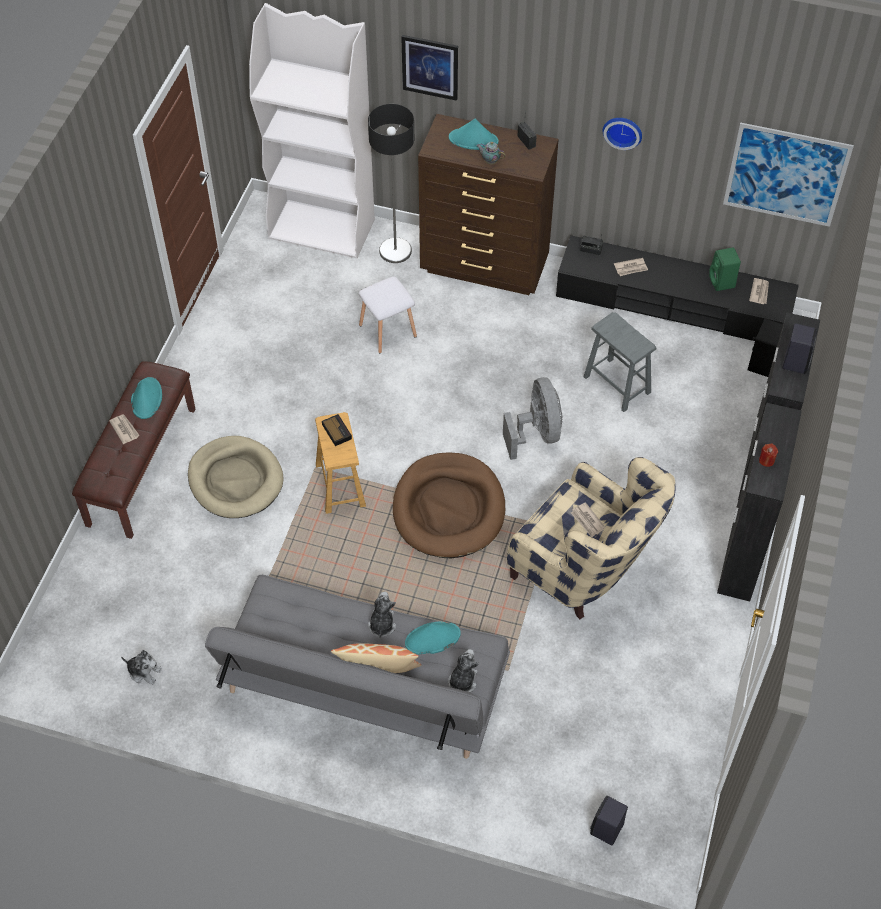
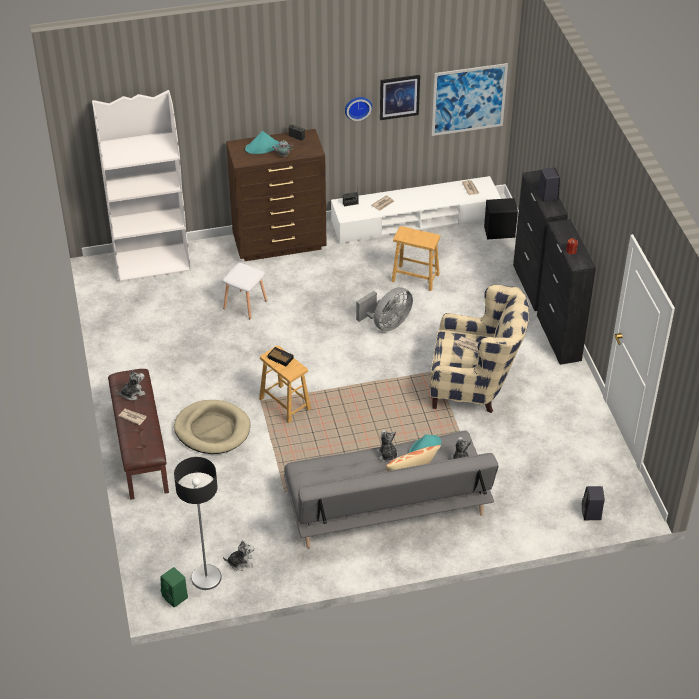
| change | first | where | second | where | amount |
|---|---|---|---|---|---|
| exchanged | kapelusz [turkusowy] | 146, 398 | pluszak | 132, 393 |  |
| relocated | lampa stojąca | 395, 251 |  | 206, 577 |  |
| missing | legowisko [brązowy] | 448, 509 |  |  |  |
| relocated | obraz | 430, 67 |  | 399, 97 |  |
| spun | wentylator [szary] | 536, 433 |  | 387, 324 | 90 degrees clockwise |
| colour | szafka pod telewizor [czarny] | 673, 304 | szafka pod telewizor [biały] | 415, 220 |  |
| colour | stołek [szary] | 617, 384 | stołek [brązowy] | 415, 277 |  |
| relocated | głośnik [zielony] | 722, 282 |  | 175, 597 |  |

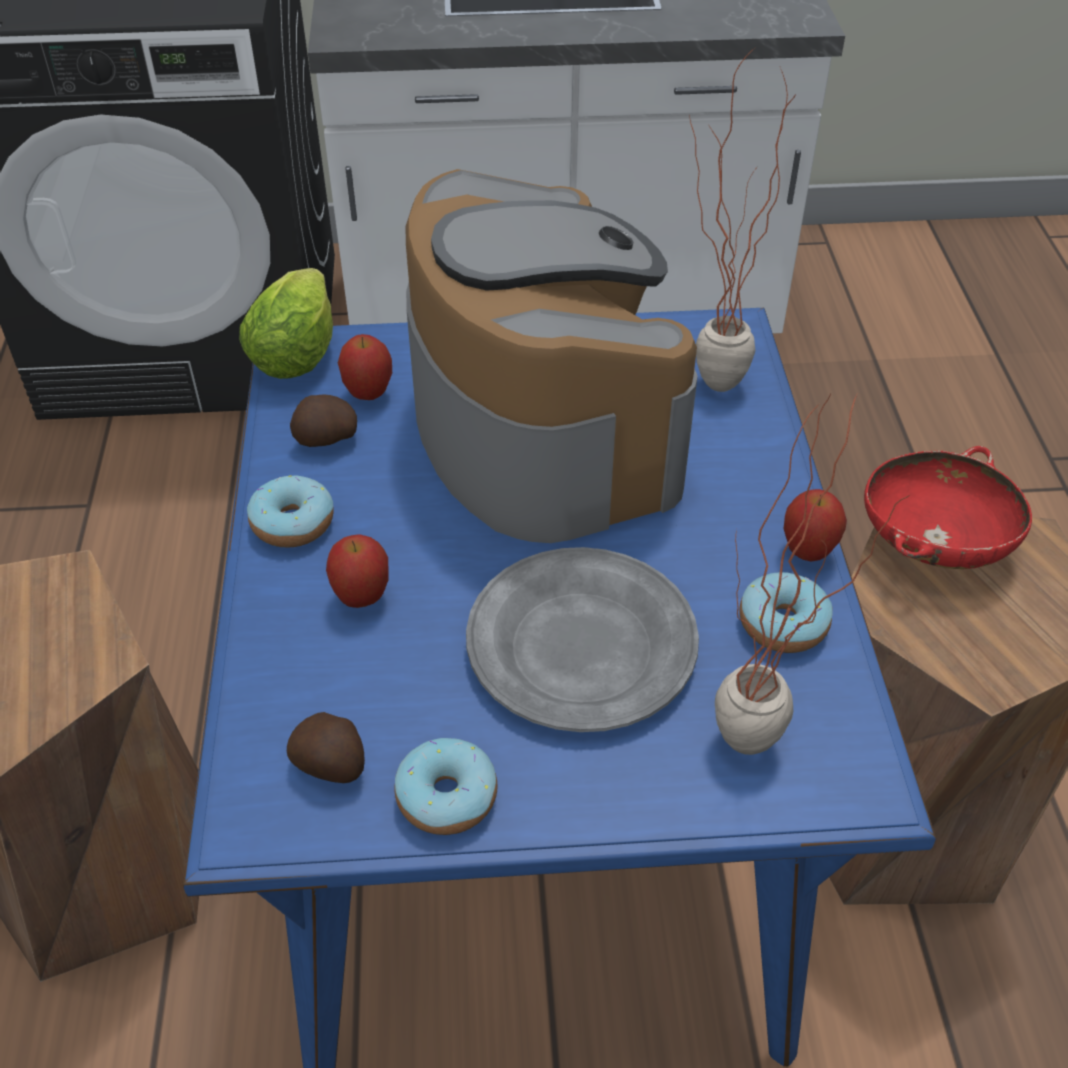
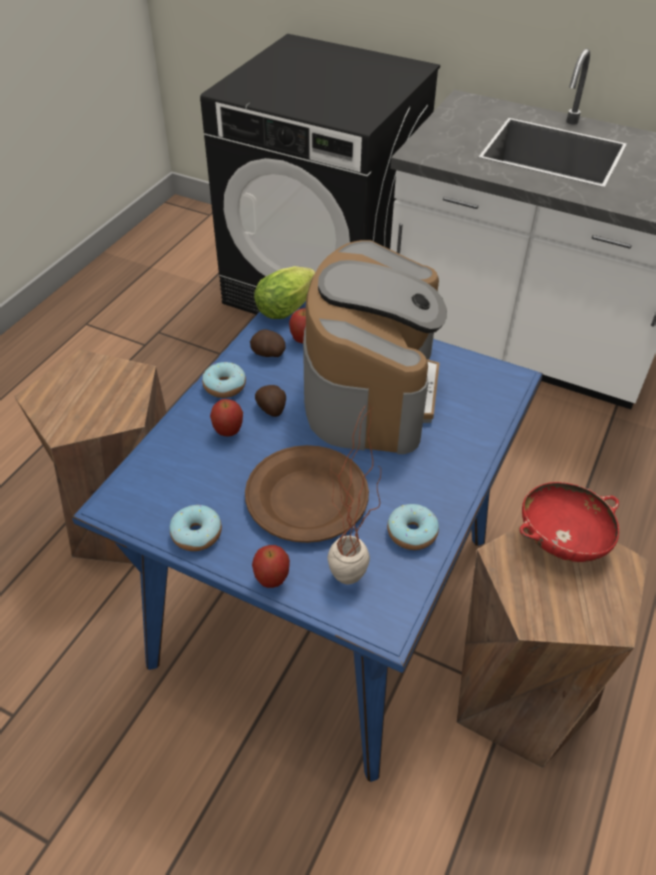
| change | first | where | second | where | amount |
|---|---|---|---|---|---|
| relocated | ziemniak | 332, 765 |  | 272, 409 |  |
| colour | talerz [szary] | 583, 646 | talerz [brązowy] | 307, 498 |  |
| missing | roślina doniczkowa | 703, 388 |  |  |  |
| relocated | jabłko | 808, 551 |  | 272, 580 |  |

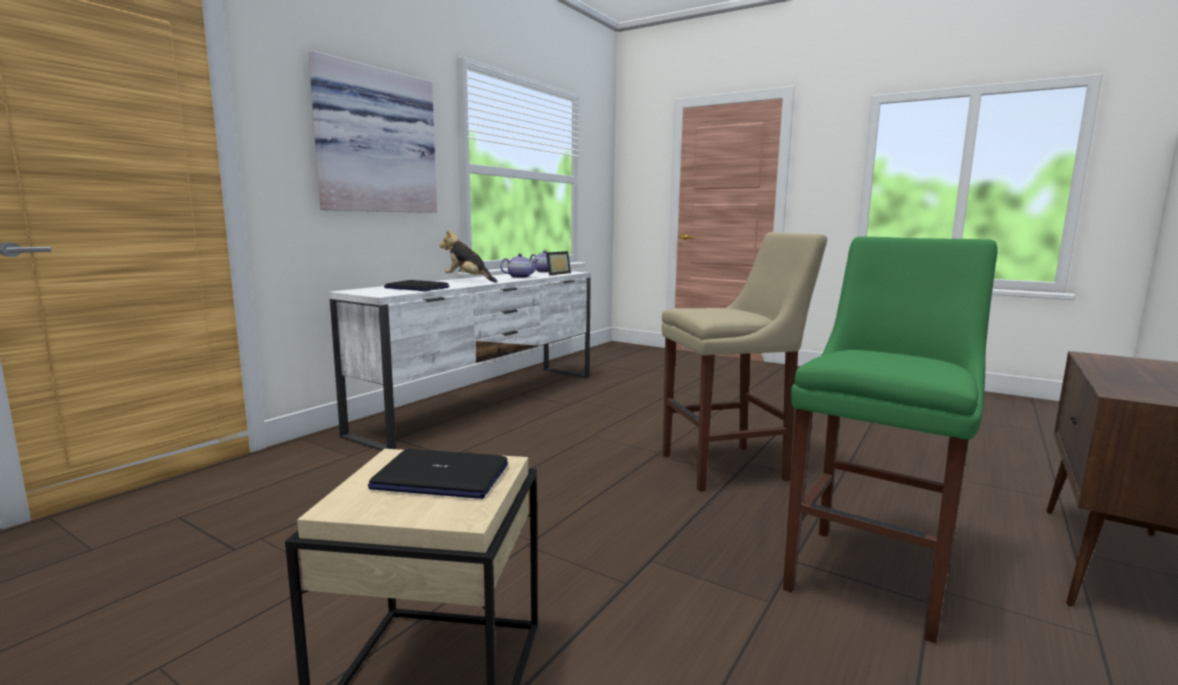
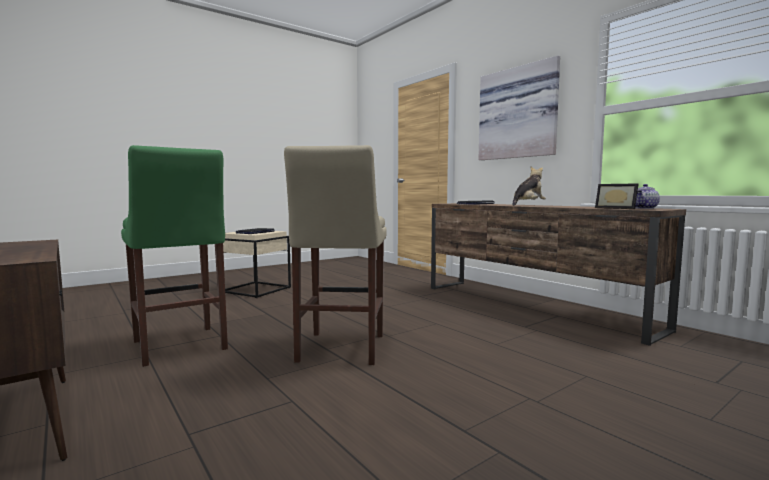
| change | first | where | second | where | amount |
|---|---|---|---|---|---|
| colour | szafka pod telewizor [biały] | 487, 402 | szafka pod telewizor [brązowy] | 531, 306 |  |
| missing | imbryk | 520, 277 |  |  |  |

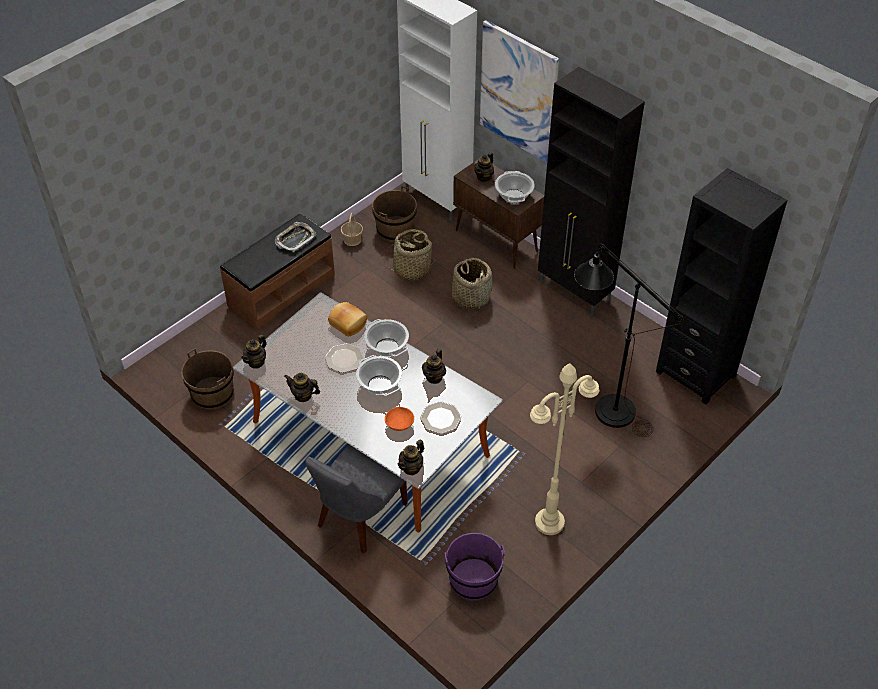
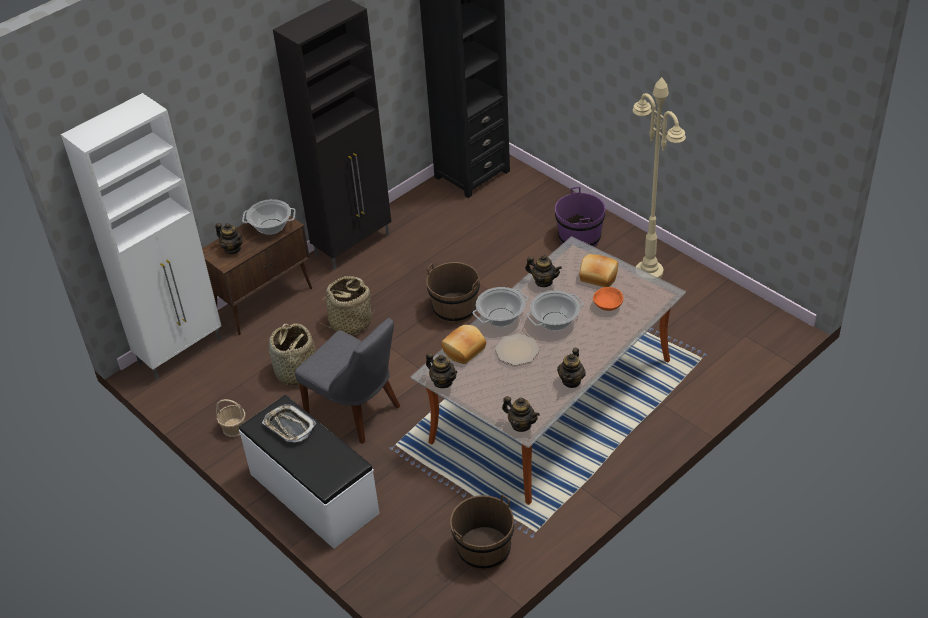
| change | first | where | second | where | amount |
|---|---|---|---|---|---|
| colour | ławka [brązowy] | 281, 290 | ławka [biały] | 313, 494 |  |
| relocated | krzesło [szary] | 359, 517 |  | 356, 411 |  |
| relocated | wiadro [brązowy] | 395, 230 |  | 455, 309 |  |
| relocated | imbryk | 411, 467 |  | 443, 382 |  |
| exchanged | talerz | 440, 418 | chleb | 598, 277 |  |
| relocated | wiadro [fioletowy] | 473, 580 |  | 579, 237 |  |
| missing | obraz | 518, 92 |  |  |  |
| missing | lampa stojąca [czarny] | 605, 405 |  |  |  |

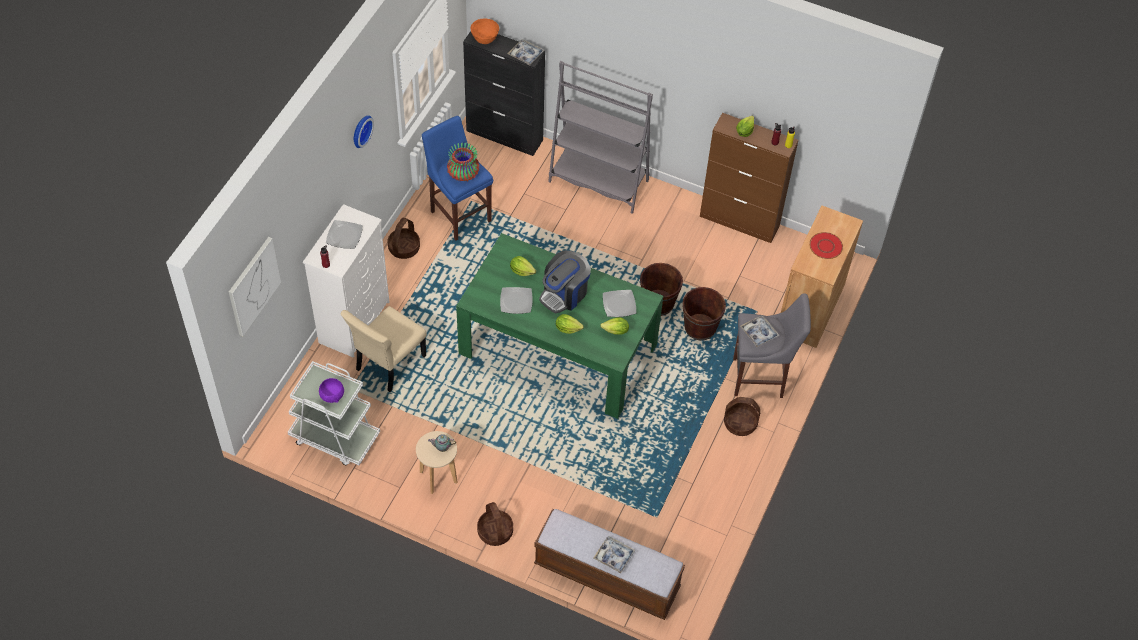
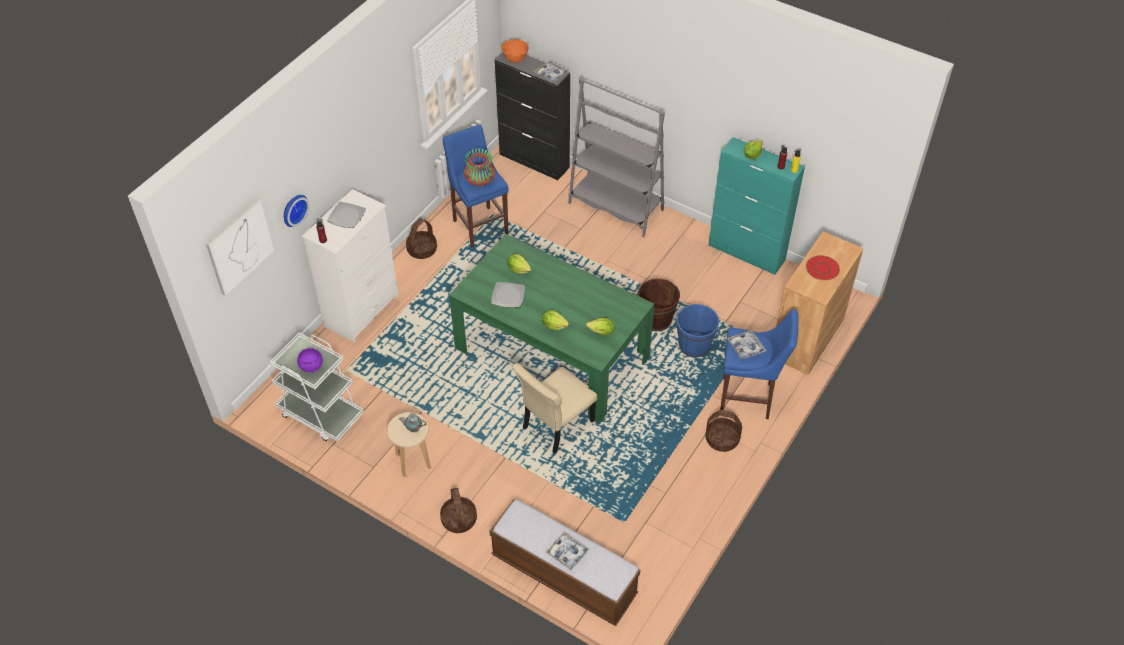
| change | first | where | second | where | amount |
|---|---|---|---|---|---|
| relocated | krzesło [beżowy] | 388, 364 |  | 555, 426 |  |
| relocated | zegar ścienny | 360, 130 |  | 293, 209 |  |
| missing | ekspres do kawy | 564, 294 |  |  |  |
| missing | talerz | 619, 304 |  |  |  |
| colour | wiadro [brązowy] | 700, 328 | wiadro [niebieski] | 694, 346 |  |
| colour | szafka [brązowy] | 739, 221 | szafka [turkusowy] | 747, 253 |  |
| colour | stołek [szary] | 761, 378 | stołek [niebieski] | 749, 398 |  |

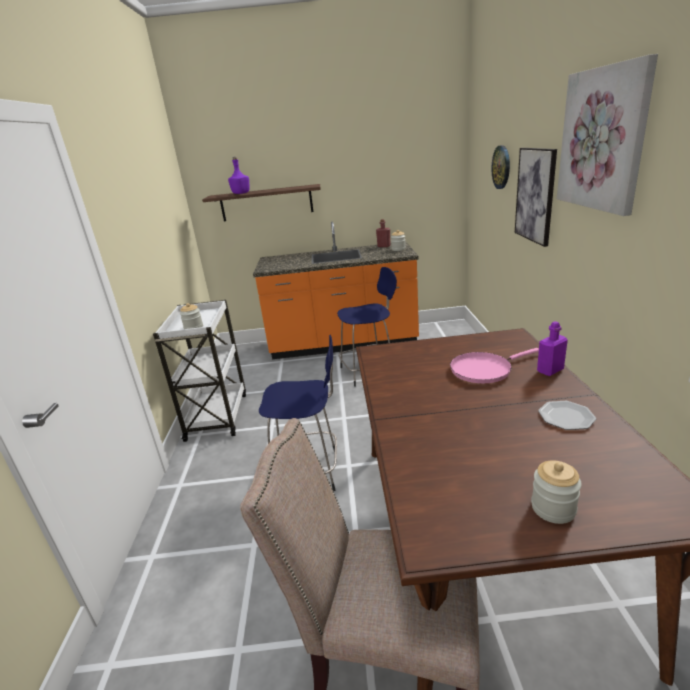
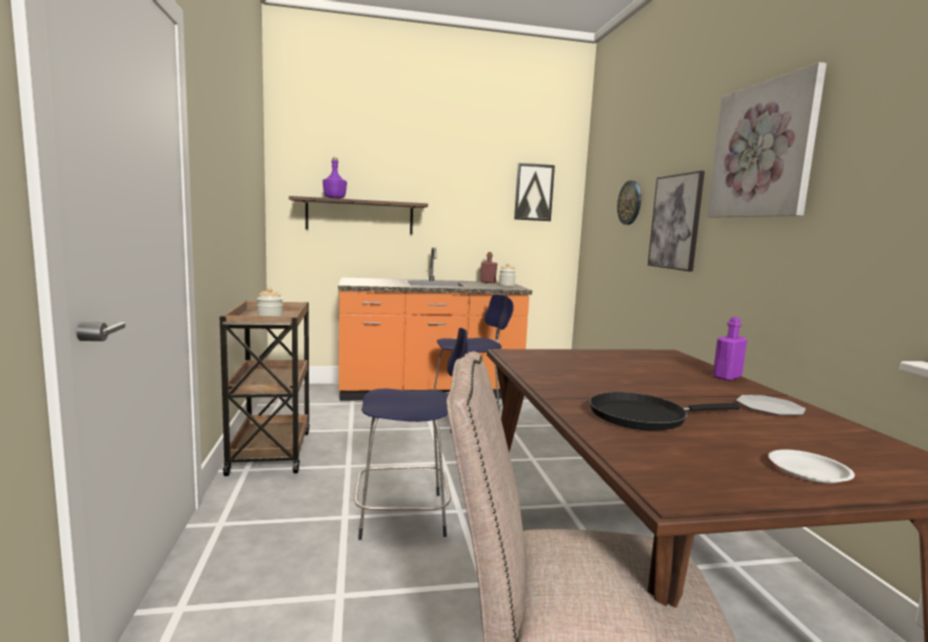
| change | first | where | second | where | amount |
|---|---|---|---|---|---|
| colour | wózek [biały] | 217, 415 | wózek [brązowy] | 270, 451 |  |
| missing | patelnia [różowy] | 483, 370 |  |  |  |
| exchanged | słoik | 553, 508 | talerz [biały] | 808, 471 |  |
| appeared |  |  | obraz | 533, 192 |  |
| appeared |  |  | patelnia [czarny] | 643, 416 |  |

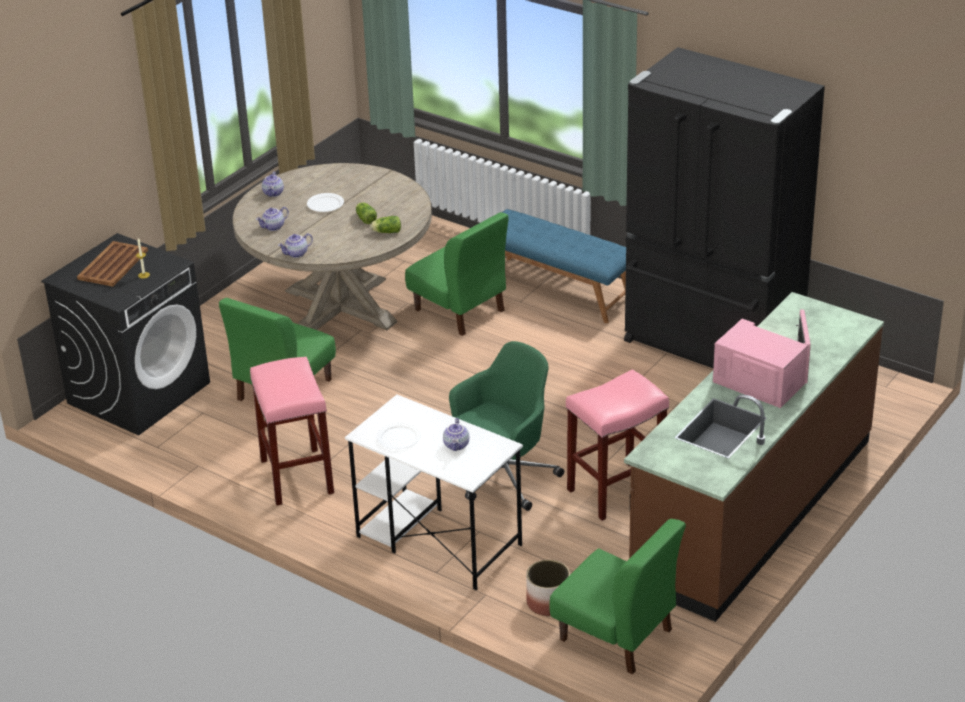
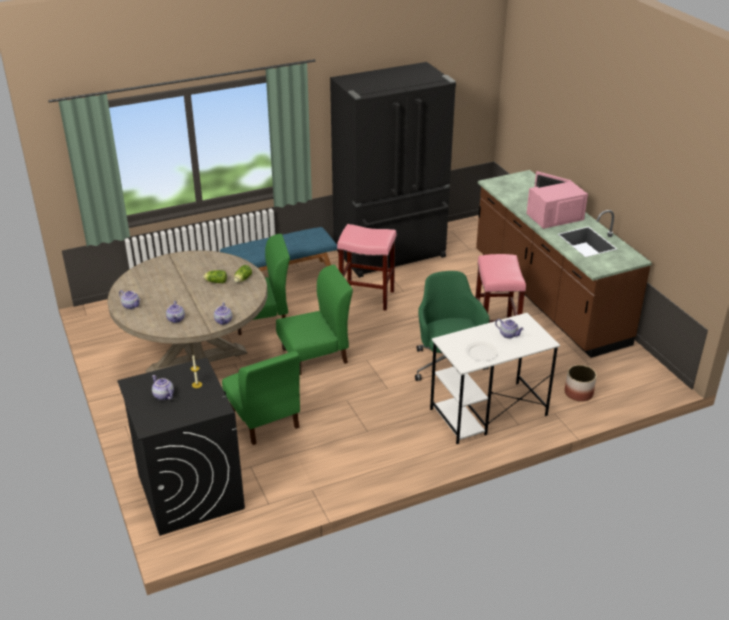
| change | first | where | second | where | amount |
|---|---|---|---|---|---|
| exchanged | taca [brązowy] | 112, 265 | imbryk | 163, 395 |  |
| relocated | stołek [różowy] | 296, 476 |  | 366, 297 |  |
| missing | talerz [biały] | 325, 204 |  |  |  |
| relocated | krzesło [zielony] | 616, 635 |  | 315, 356 |  |

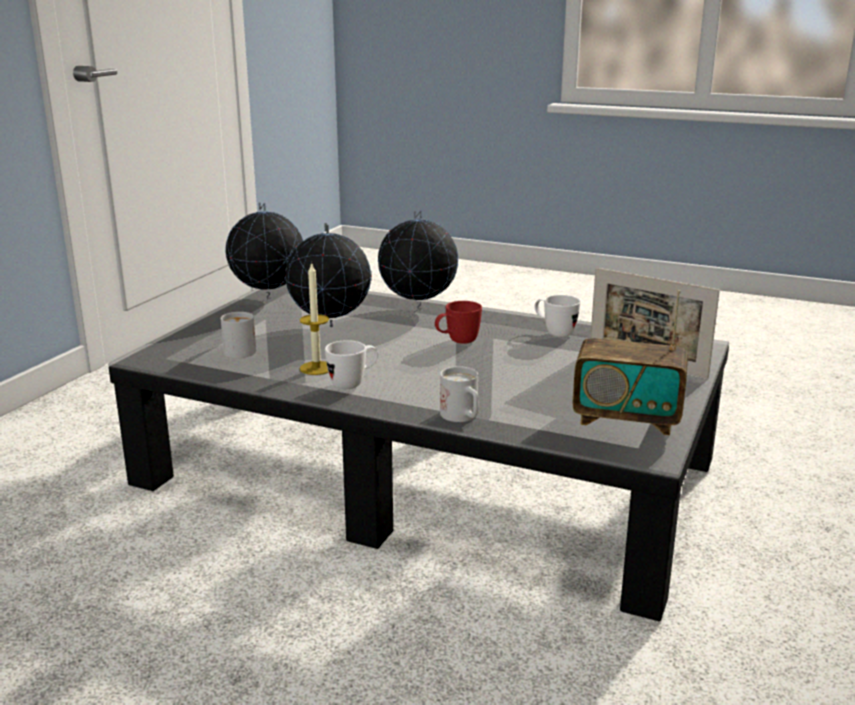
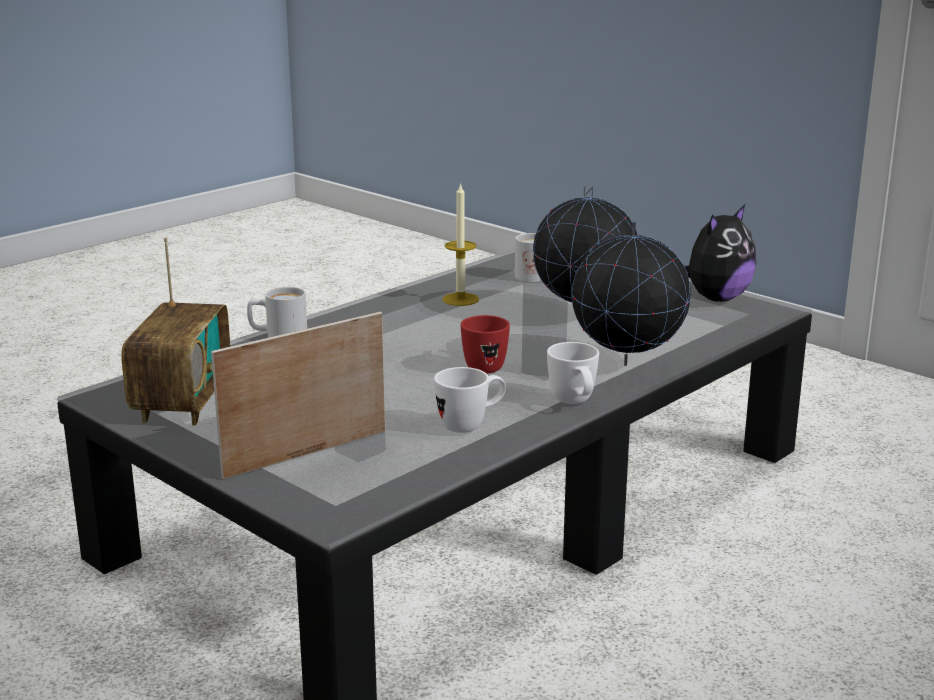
| change | first | where | second | where | amount |
|---|---|---|---|---|---|
| exchanged | globus | 268, 298 | pluszak | 715, 298 |  |
| relocated | kubek [biały] | 353, 383 |  | 575, 403 |  |
| spun | radio | 626, 419 |  | 183, 402 | 150 degrees clockwise |

